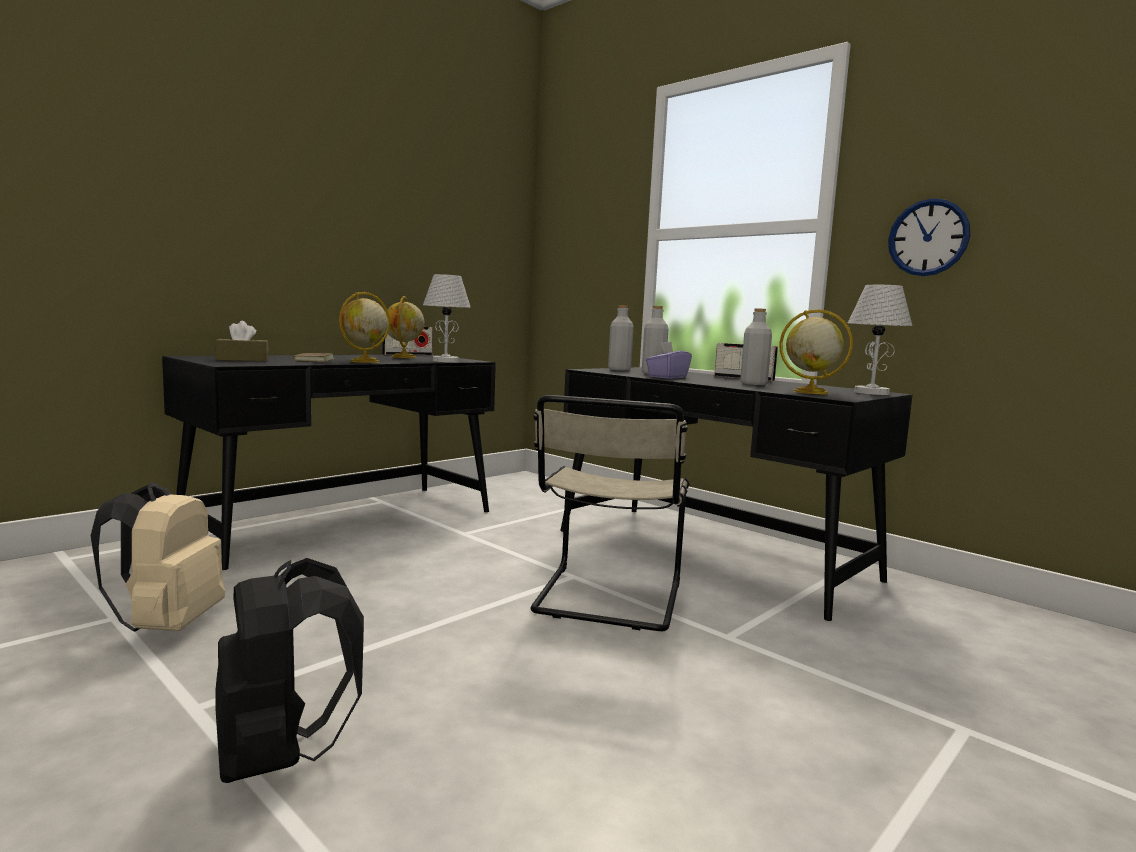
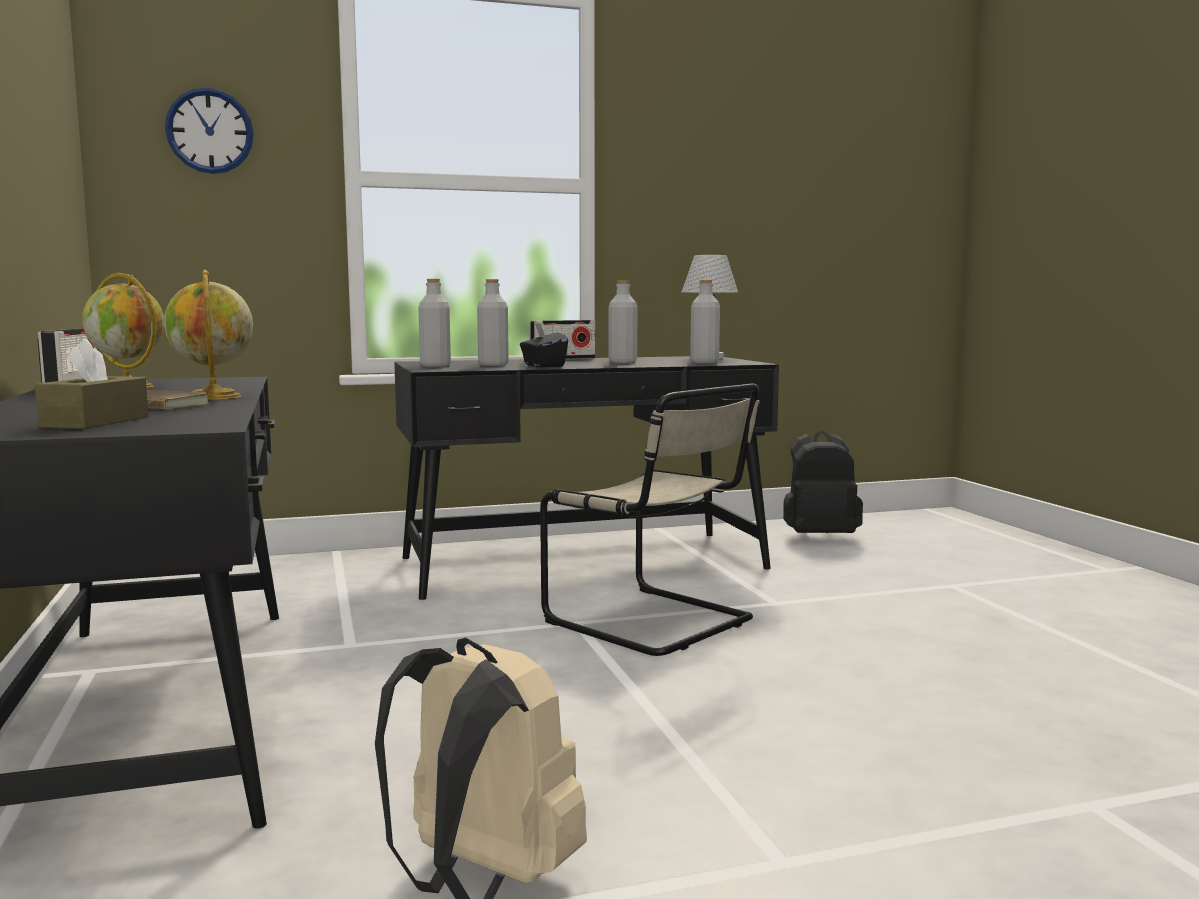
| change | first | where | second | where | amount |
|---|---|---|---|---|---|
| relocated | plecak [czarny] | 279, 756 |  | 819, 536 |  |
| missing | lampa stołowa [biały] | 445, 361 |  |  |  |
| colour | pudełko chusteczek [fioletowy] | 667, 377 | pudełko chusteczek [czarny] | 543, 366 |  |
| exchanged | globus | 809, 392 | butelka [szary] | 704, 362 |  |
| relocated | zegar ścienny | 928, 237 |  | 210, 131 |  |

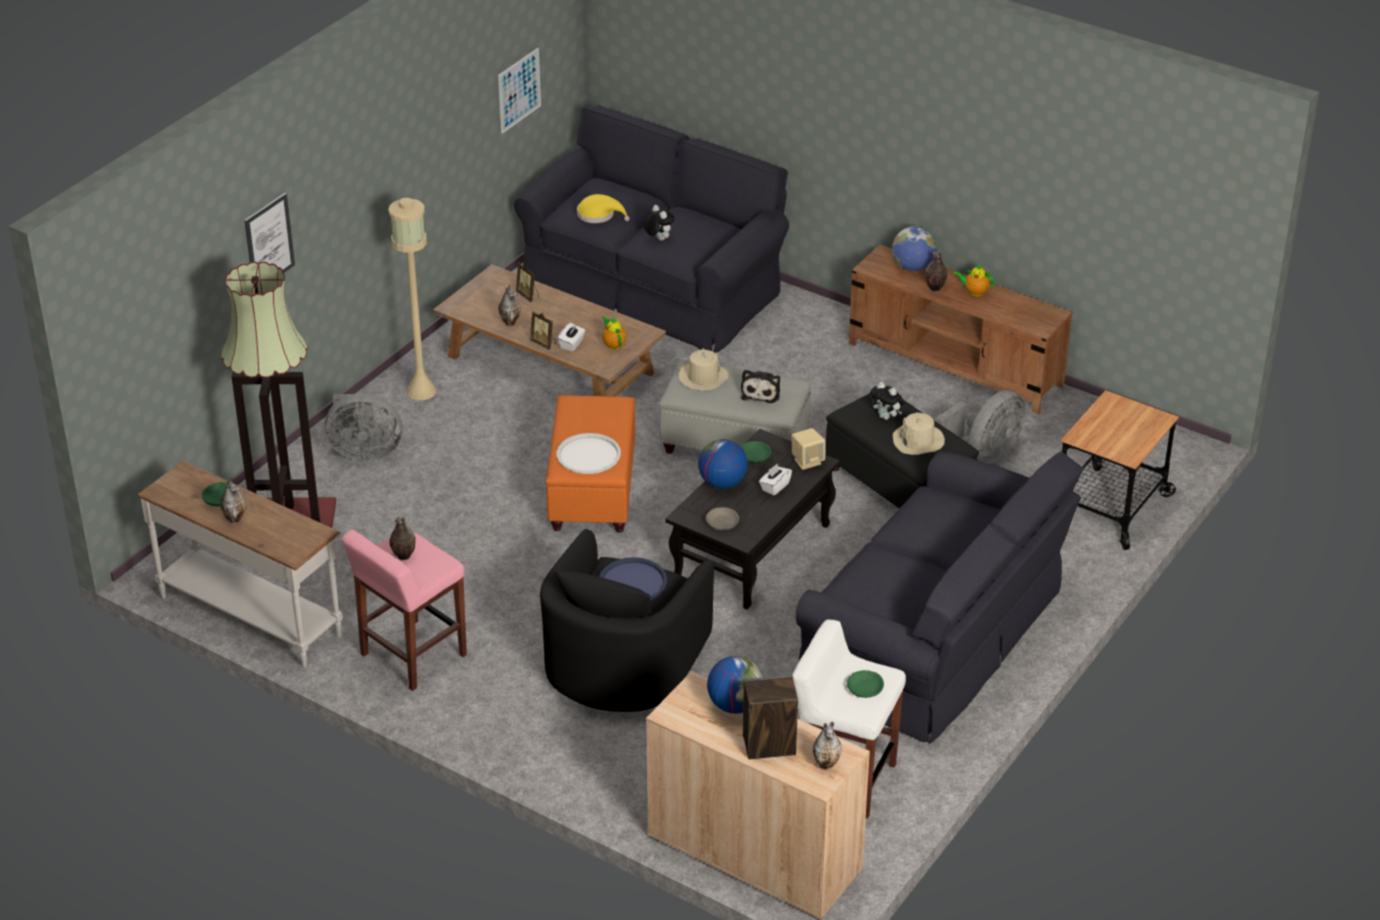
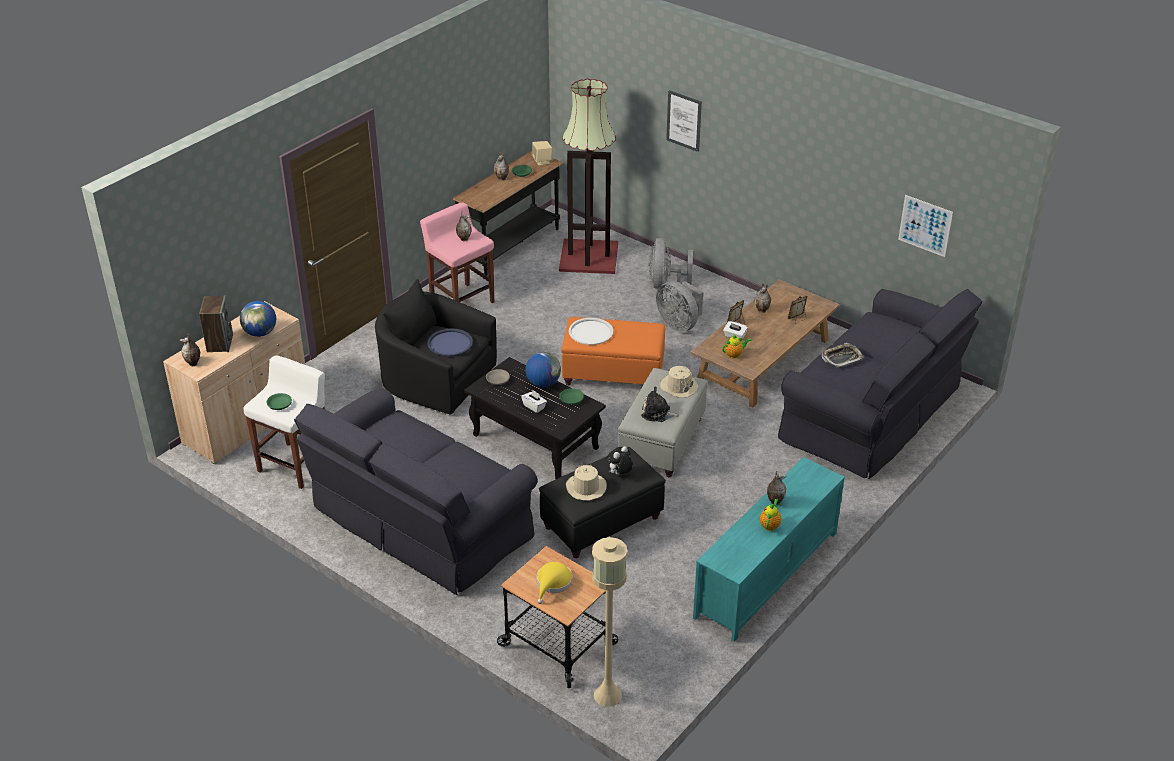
| change | first | where | second | where | amount |
|---|---|---|---|---|---|
| colour | stolik konsolowy [biały] | 252, 615 | stolik konsolowy [czarny] | 511, 247 |  |
| relocated | lampa stojąca [beżowy] | 421, 391 |  | 608, 695 |  |
| relocated | kapelusz [żółty] | 599, 215 |  | 553, 583 |  |
| exchanged | pluszak | 658, 238 | taca | 842, 358 |  |
| relocated | głośnik [beżowy] | 807, 461 |  | 542, 161 |  |
| colour | szafka pod telewizor [brązowy] | 955, 365 | szafka pod telewizor [turkusowy] | 766, 575 |  |
| missing | globus | 913, 267 |  |  |  |
| relocated | wentylator [szary] | 984, 454 |  | 679, 324 |  |

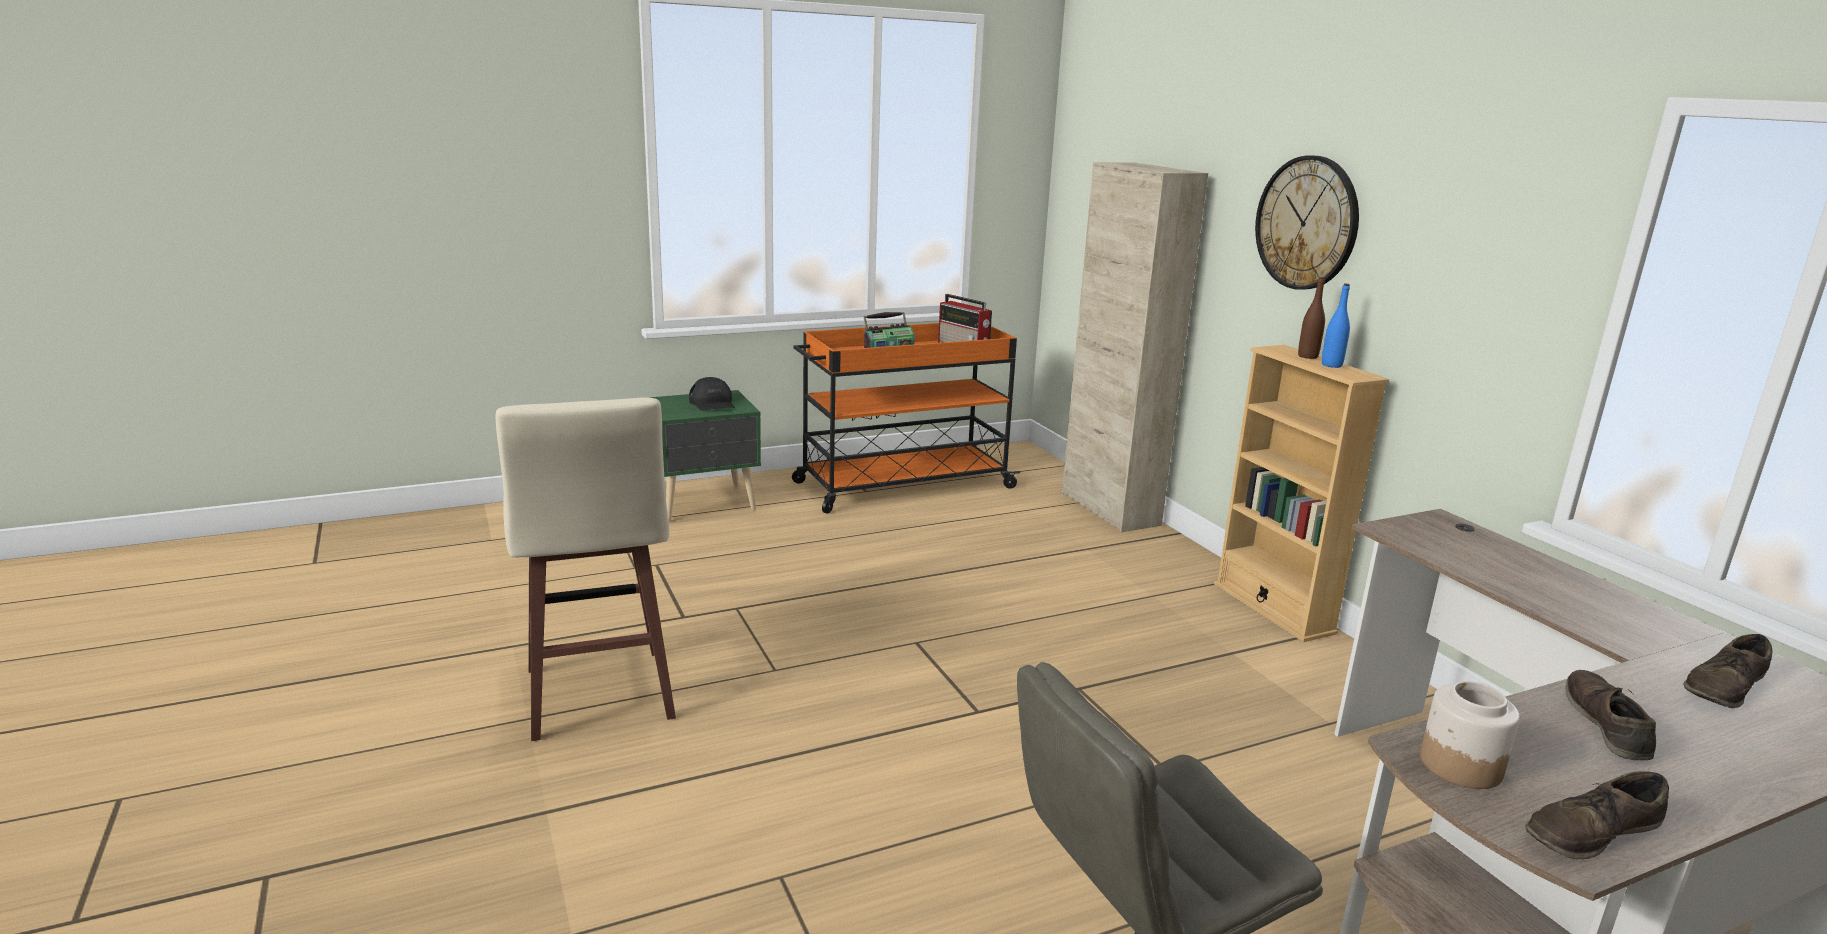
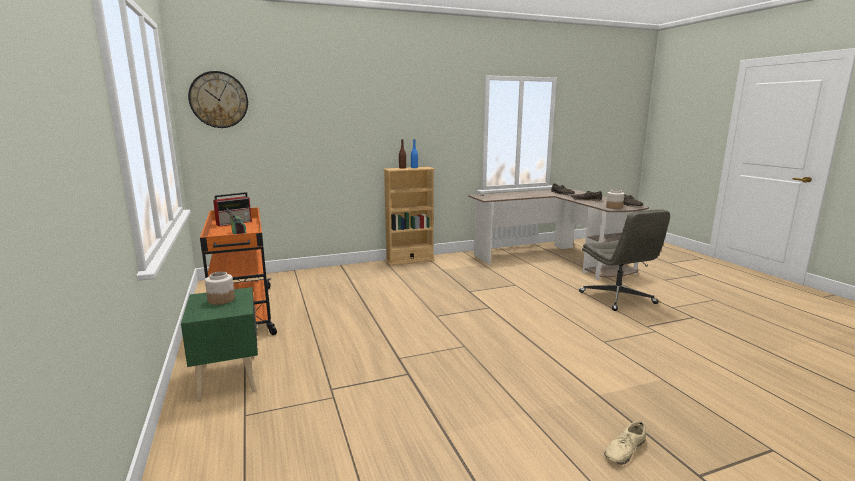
| change | first | where | second | where | amount |
|---|---|---|---|---|---|
| missing | stołek [beżowy] | 598, 697 |  |  |  |
| exchanged | czapka z daszkiem [czarny] | 712, 403 | słoik | 221, 300 |  |
| missing | szafka [beżowy] | 1109, 509 |  |  |  |
| relocated | zegar ścienny | 1307, 223 |  | 219, 100 |  |
| appeared |  |  | but [beżowy] | 624, 450 |  |

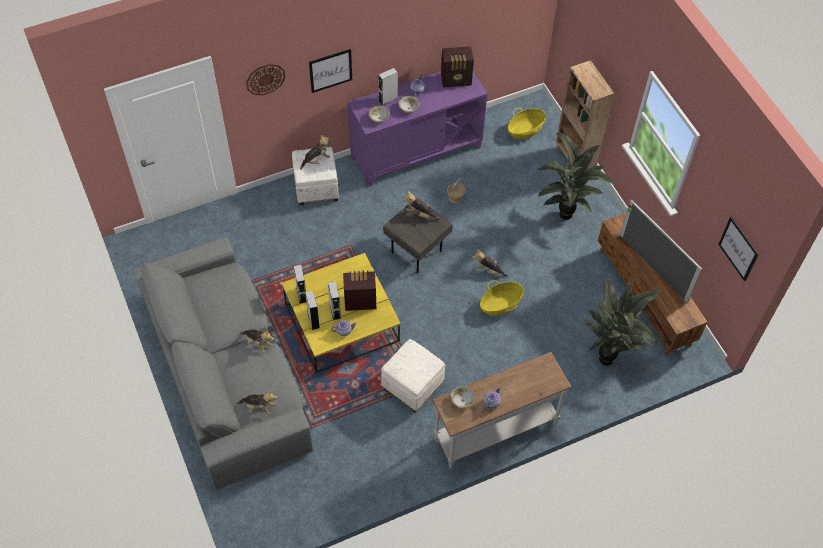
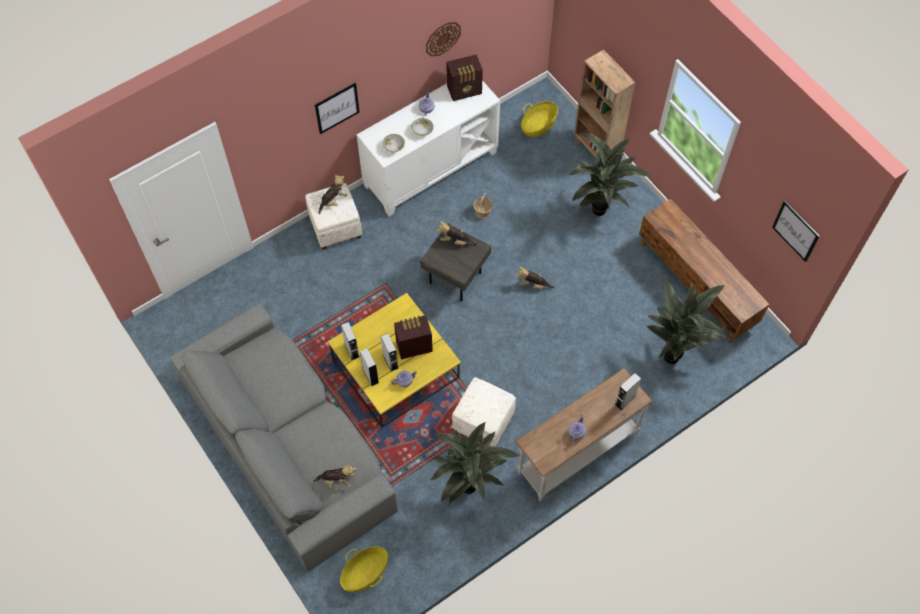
| change | first | where | second | where | amount |
|---|---|---|---|---|---|
| missing | pluszak | 258, 343 |  |  |  |
| relocated | zegar ścienny | 265, 79 |  | 442, 38 |  |
| colour | szafka [fioletowy] | 416, 151 | szafka [biały] | 430, 168 |  |
| relocated | głośnik [szary] | 388, 99 |  | 625, 400 |  |
| missing | miska | 462, 400 |  |  |  |
| relocated | koszyk | 500, 304 |  | 365, 573 |  |
| missing | telewizor | 653, 267 |  |  |  |
| appeared |  |  | roślina doniczkowa | 469, 490 |  |

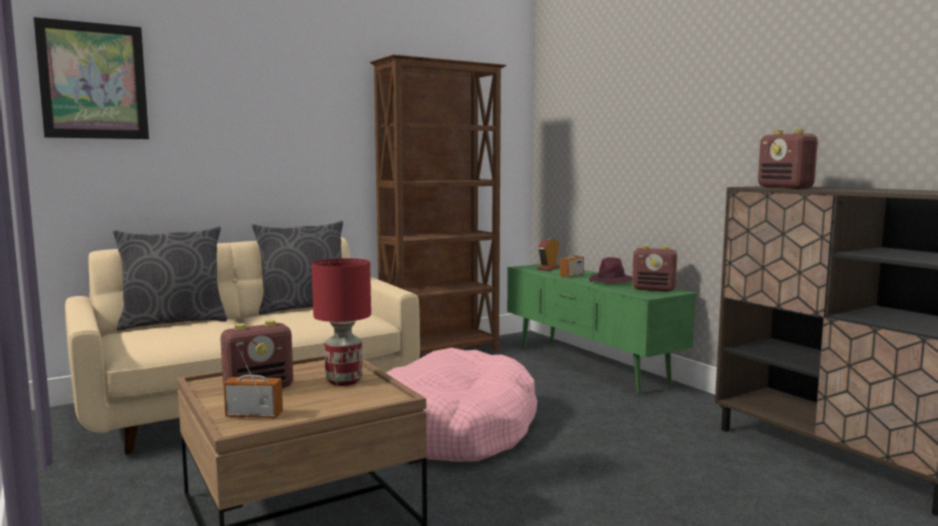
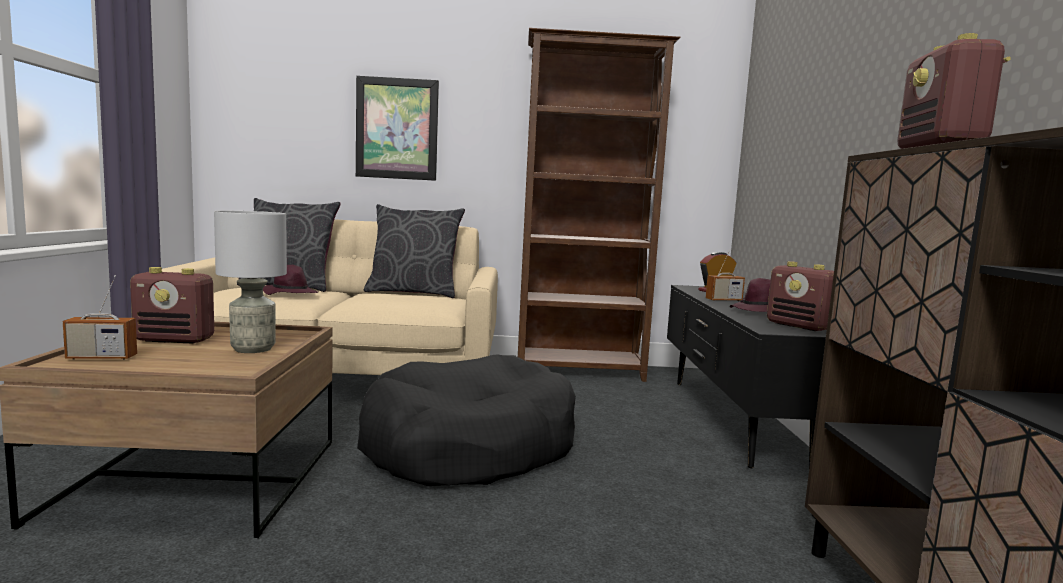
| change | first | where | second | where | amount |
|---|---|---|---|---|---|
| relocated | obraz | 93, 81 |  | 397, 129 |  |
| spun | radio | 254, 415 |  | 102, 357 | 135 degrees clockwise |
| colour | lampa stołowa [czerwony] | 345, 381 | lampa stołowa [szary] | 253, 349 |  |
| colour | legowisko [różowy] | 457, 428 | legowisko [czarny] | 469, 446 |  |
| colour | szafka pod telewizor [zielony] | 589, 366 | szafka pod telewizor [czarny] | 731, 420 |  |
| appeared |  |  | kapelusz [fioletowy] | 289, 294 |  |

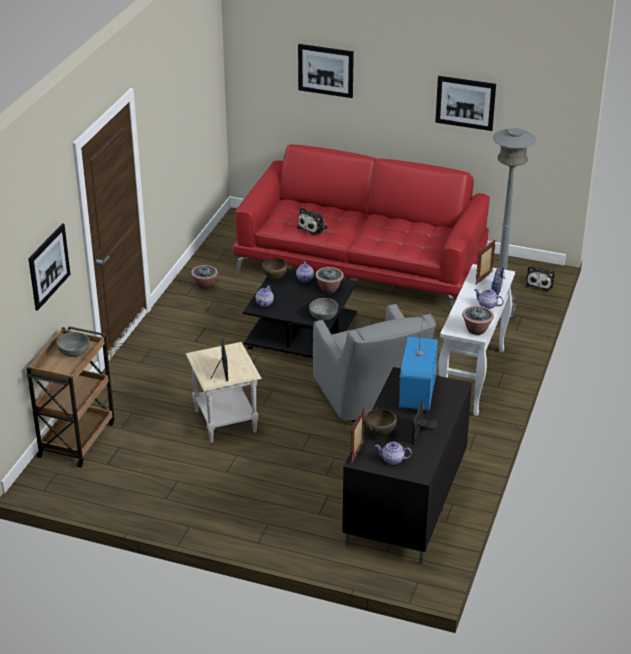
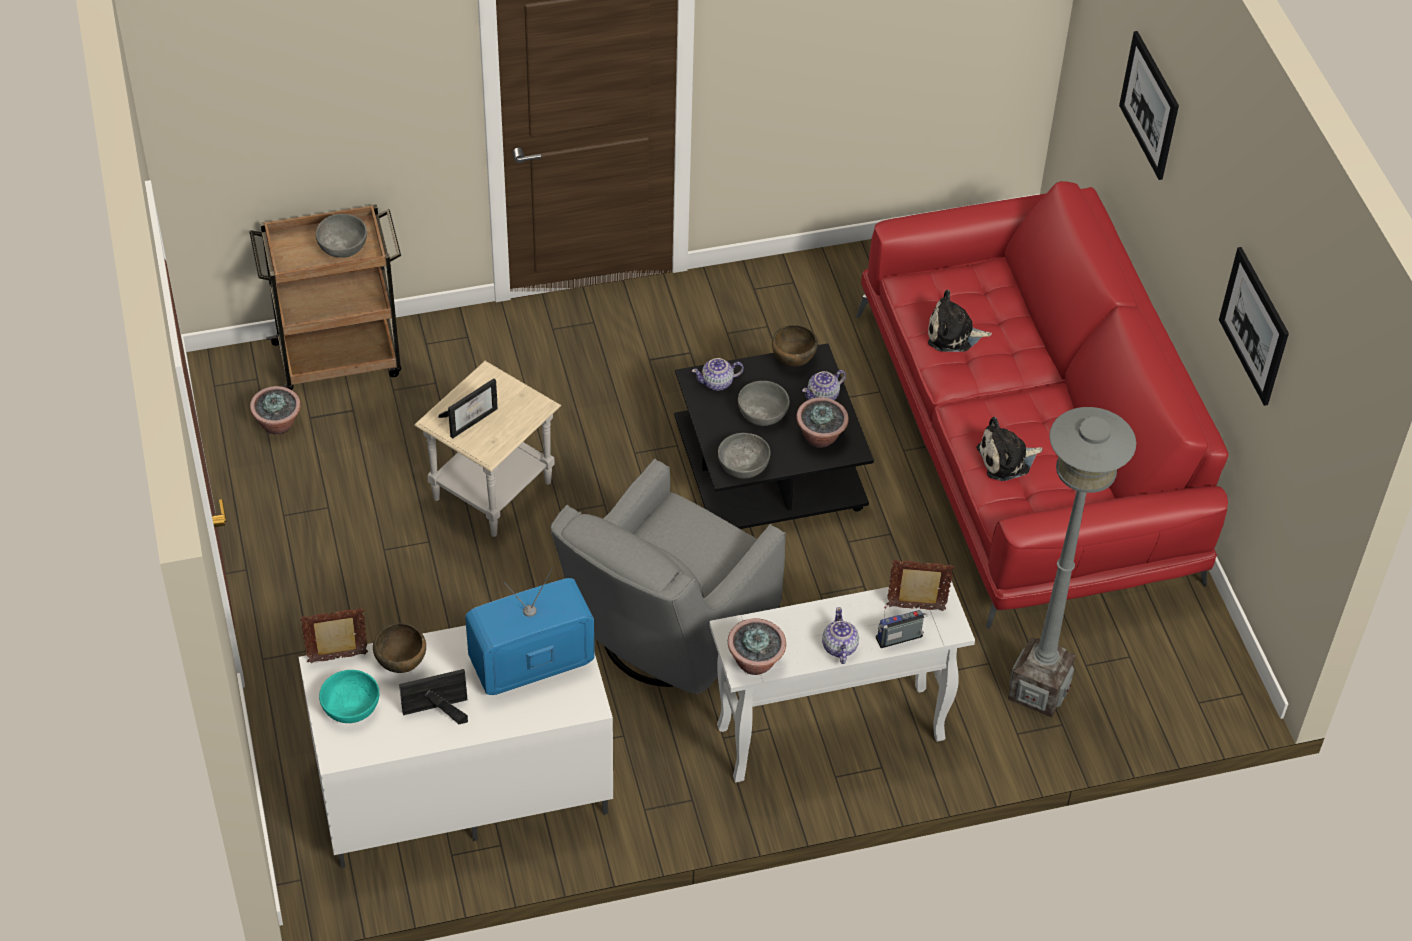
| change | first | where | second | where | amount |
|---|---|---|---|---|---|
| missing | obraz | 49, 266 |  |  |  |
| relocated | roślina doniczkowa | 205, 285 |  | 278, 425 |  |
| colour | szafka pod telewizor [czarny] | 407, 503 | szafka pod telewizor [biały] | 461, 789 |  |
| exchanged | imbryk | 393, 460 | miska [turkusowy] | 350, 707 |  |
| relocated | pluszak | 540, 283 |  | 1006, 460 |  |
| appeared |  |  | miska [szary] | 763, 413 |  |

